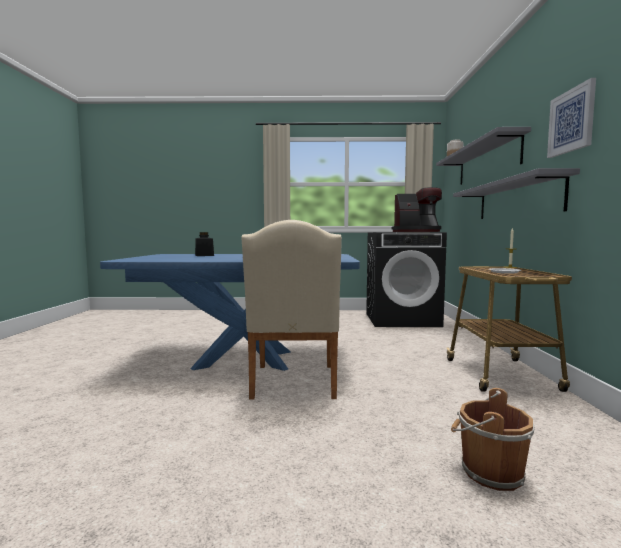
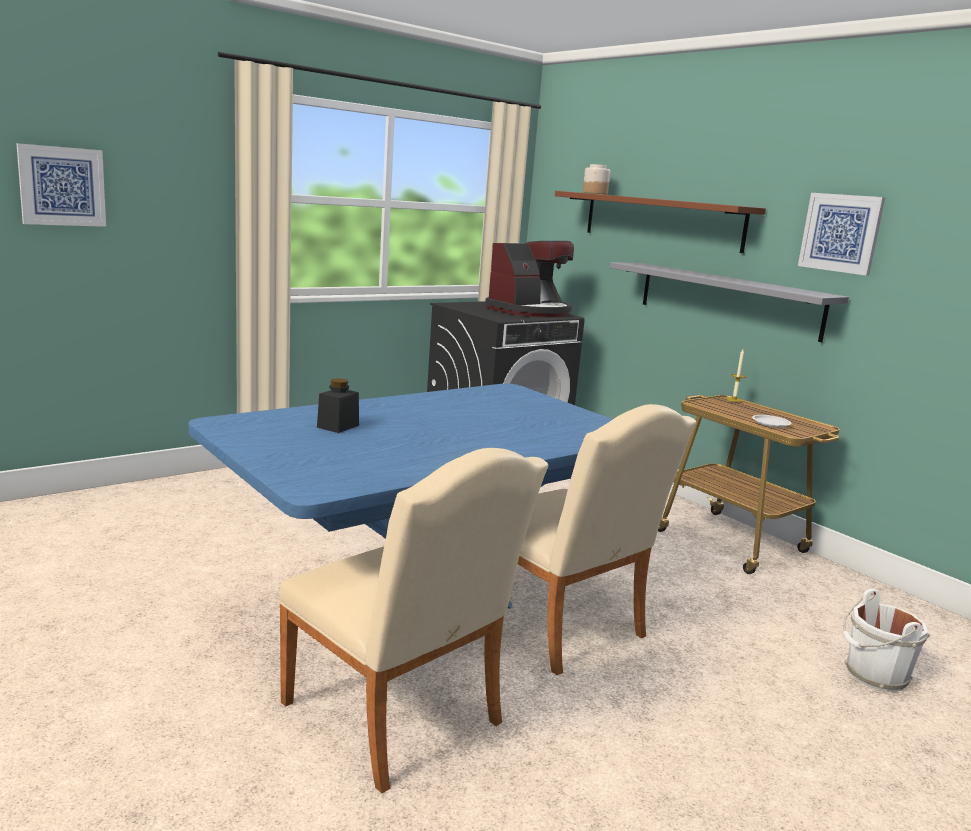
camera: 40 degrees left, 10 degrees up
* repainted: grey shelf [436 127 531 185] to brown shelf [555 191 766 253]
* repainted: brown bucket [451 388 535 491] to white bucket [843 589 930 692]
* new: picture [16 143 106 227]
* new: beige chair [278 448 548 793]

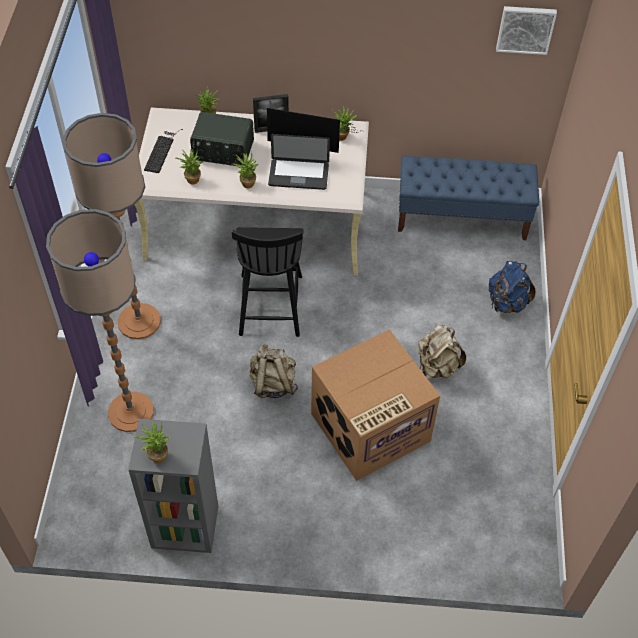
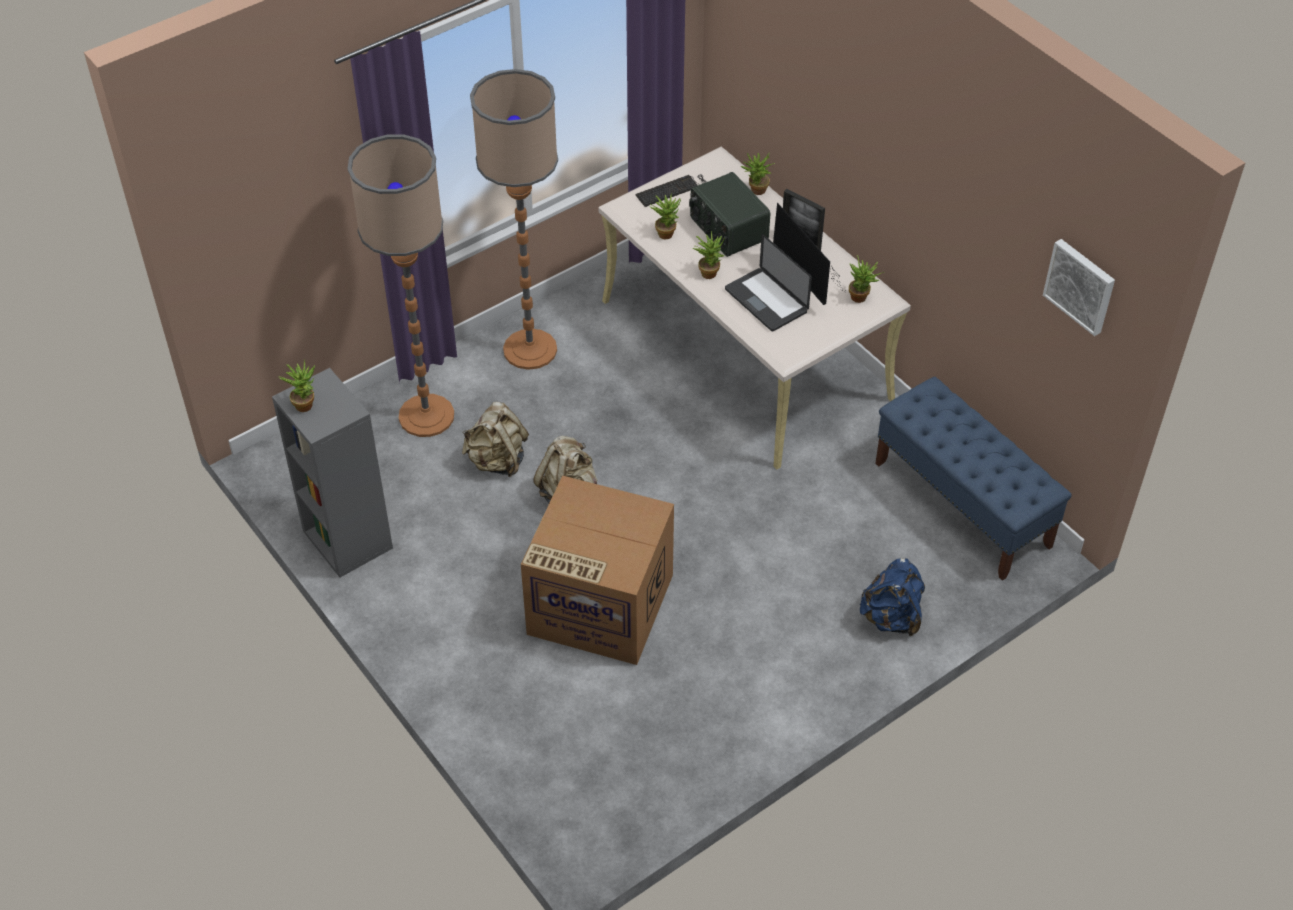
camera: 50 degrees right, 5 degrees down
* gone: black chair [232 227 304 337]
* shifted: beige backpack [418 324 466 378] to [462 402 529 477]

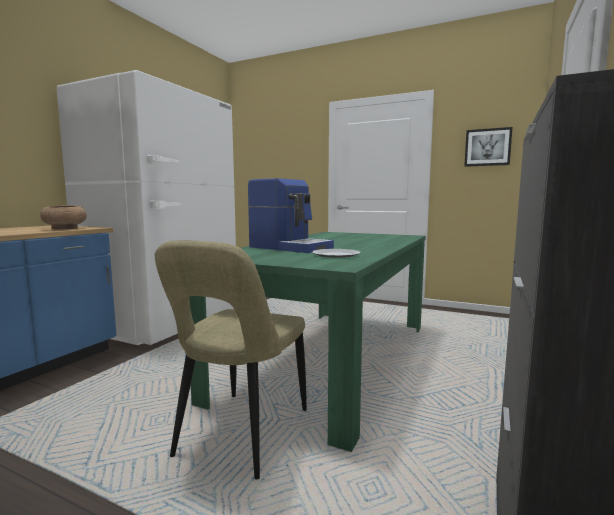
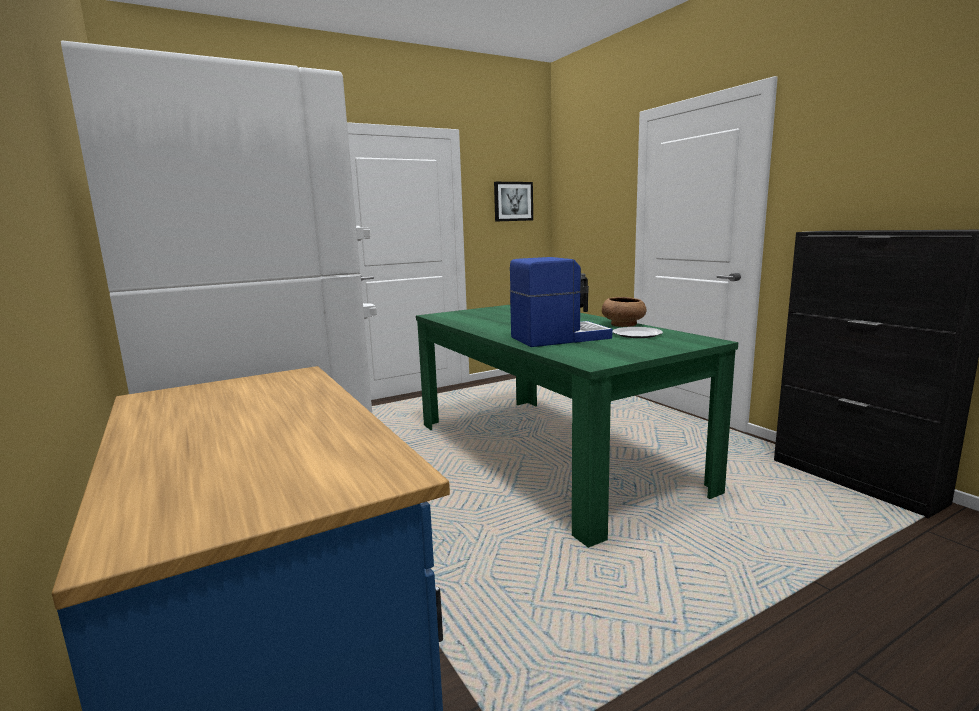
camera: 55 degrees left, 5 degrees up
* shifted: brown bowl [40 205 87 230] to [602 297 646 327]
* gone: beige chair [155 241 307 479]

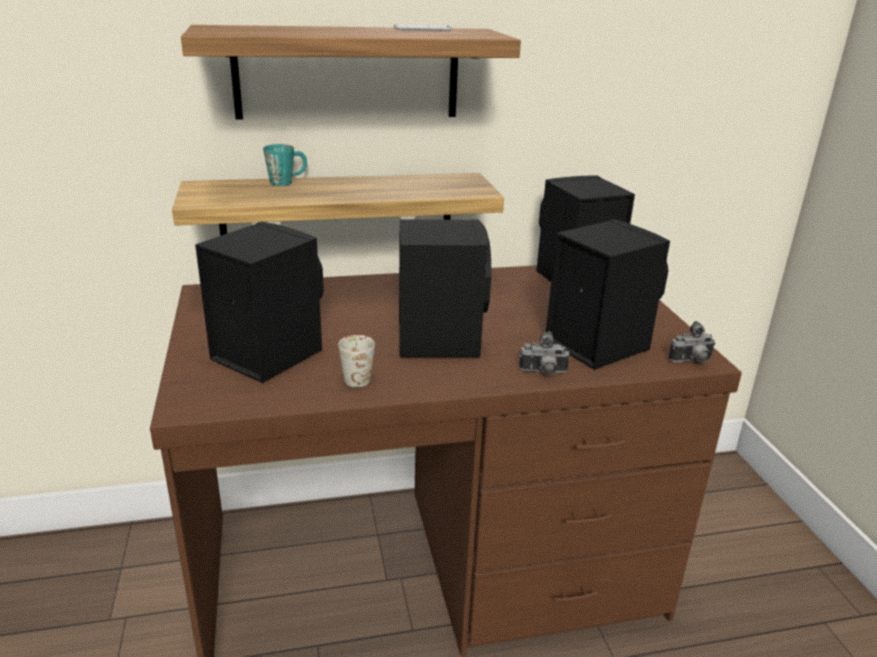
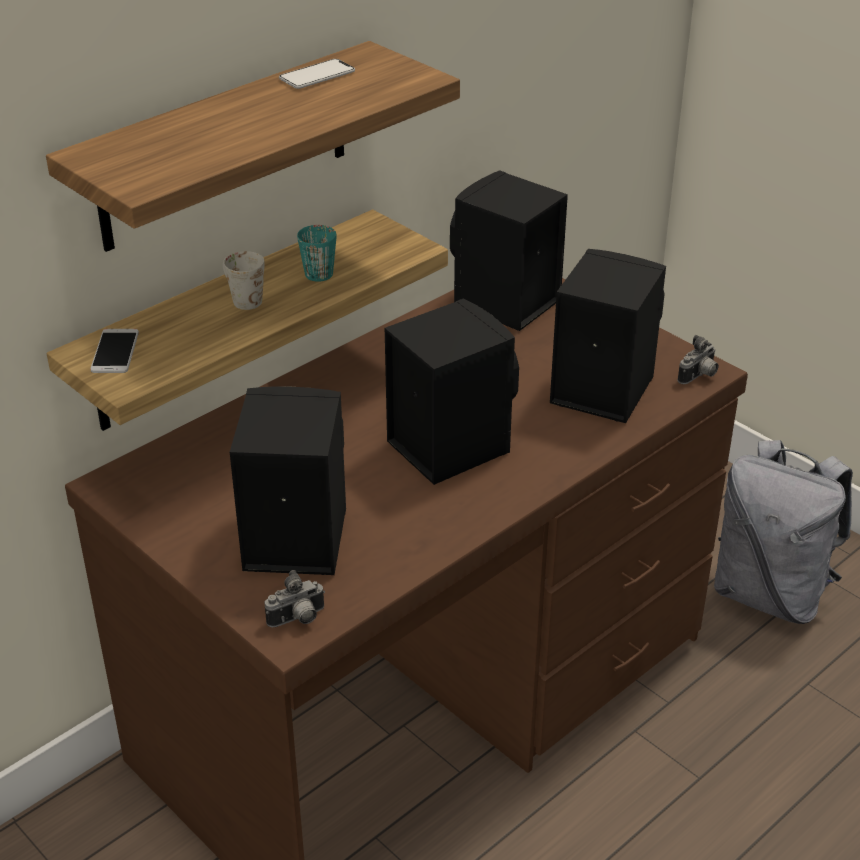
camera: 30 degrees left, 10 degrees up
* shifted: turquoise mug [263 144 307 186] to [297 225 337 282]
* shifted: photo camera [519 331 570 375] to [265 570 325 628]
* shifted: white mug [338 335 375 387] to [223 251 265 310]
* new: phone [90 329 139 373]
* new: grey backpack [714 440 853 624]

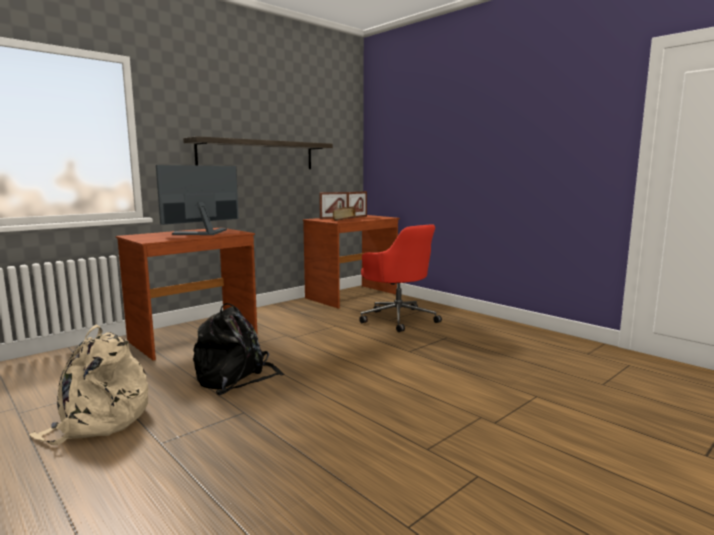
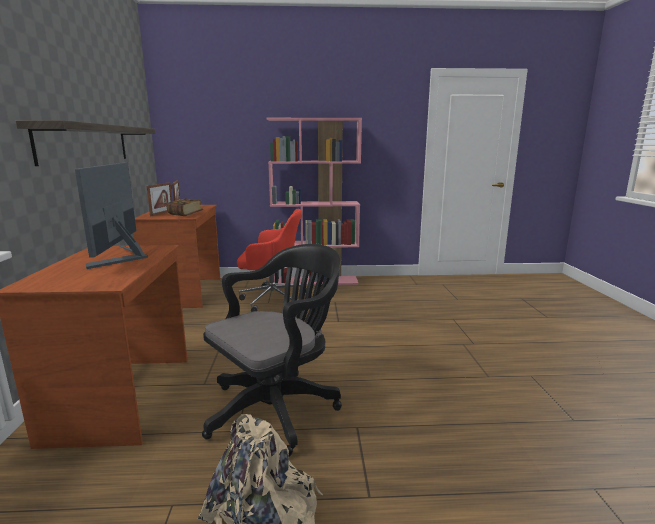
camera: 50 degrees left, 5 degrees up
* swapped: black backpack [193 303 285 395] to black office chair [202 244 342 457]
* new: pink bookcase [267 118 362 285]

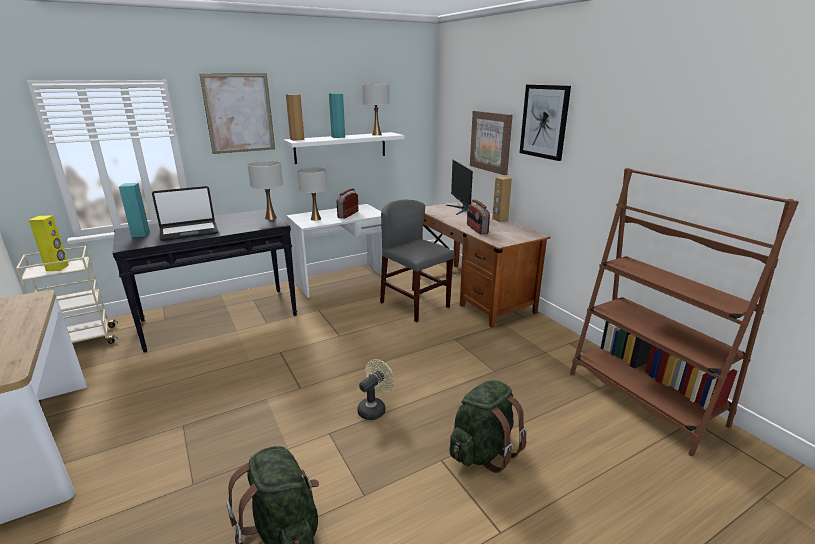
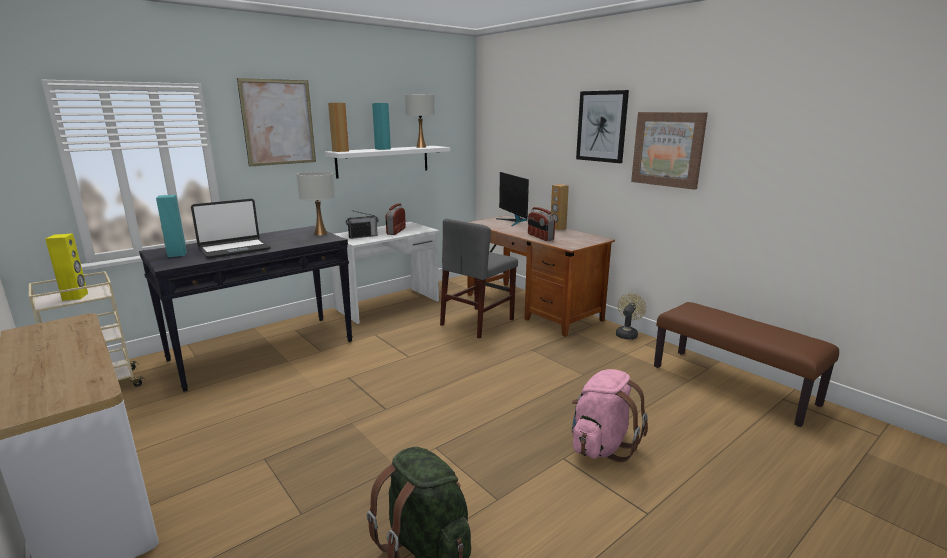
camera: 10 degrees left, 5 degrees down
* shifted: picture [470 111 513 175] to [631 112 708 190]
* swapped: white table lamp [297 167 328 221] to radio [346 210 379 239]
* swapped: brown bookcase [570 168 799 457] to brown bench [654 302 839 427]
* rotated: grey chair [380 200 455 322] = [440 219 518 339] 90 degrees counterclockwise
* shifted: beige fan [357 359 395 420] to [616 293 646 340]
* repainted: green backpack [450 380 527 473] to pink backpack [572 369 648 462]

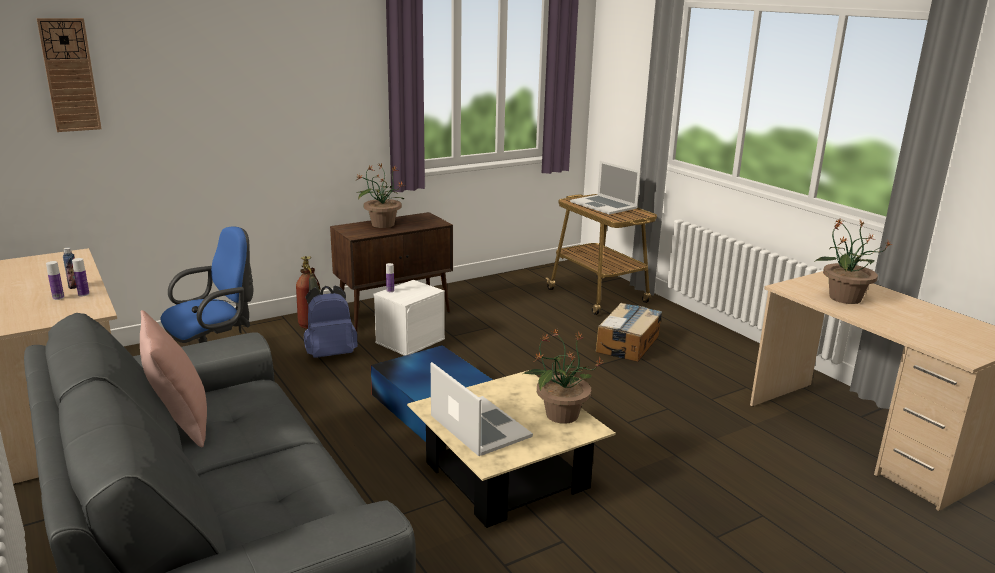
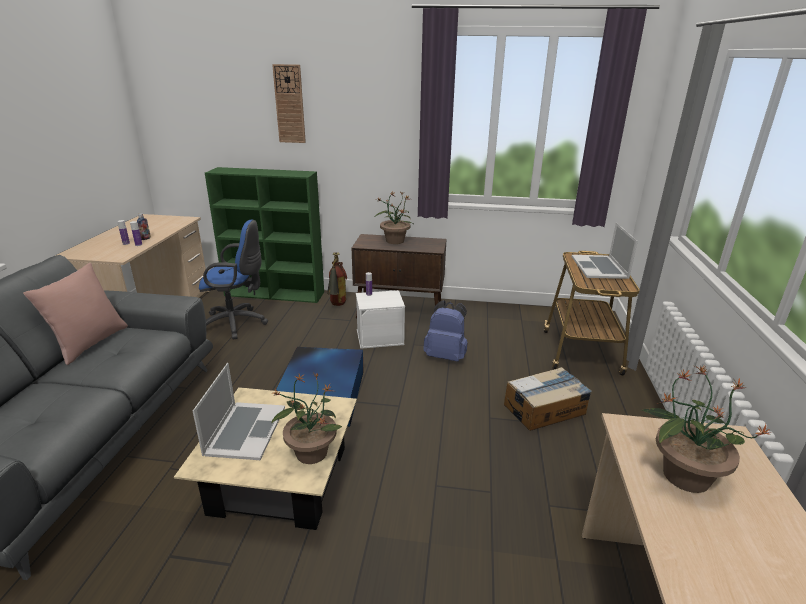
camera: 40 degrees right, 5 degrees up
* shifted: wall clock [36 18 102 132] to [272 64 306 143]
* shifted: blue backpack [304 285 358 358] to [423 301 468 362]
* new: green bookcase [205 167 324 303]

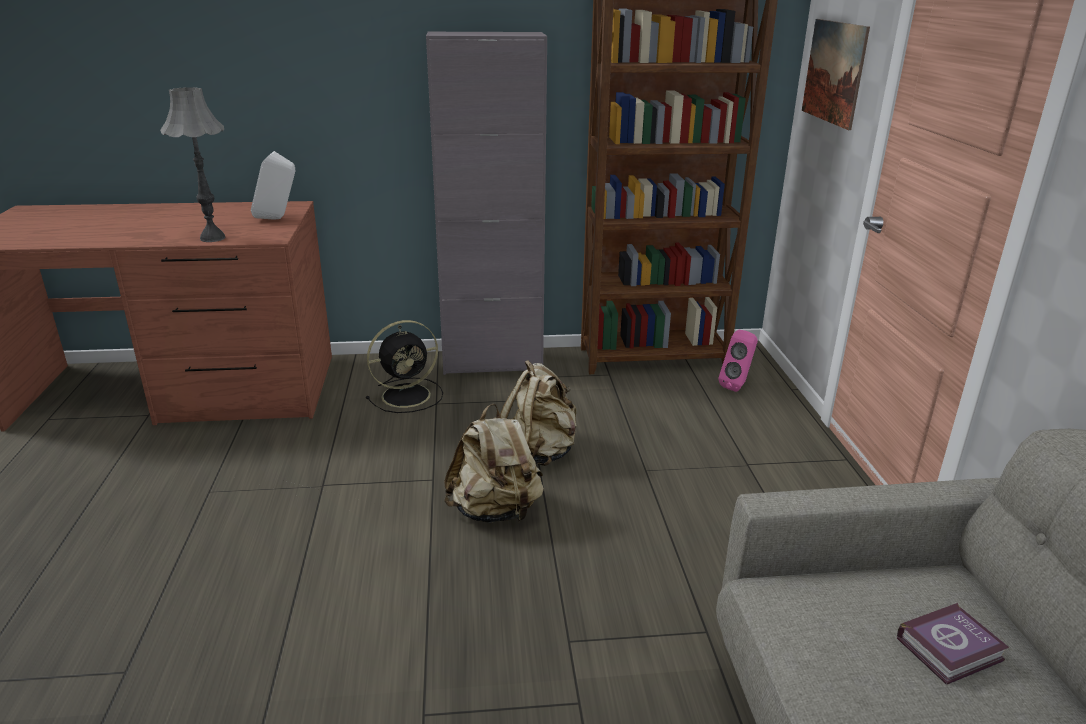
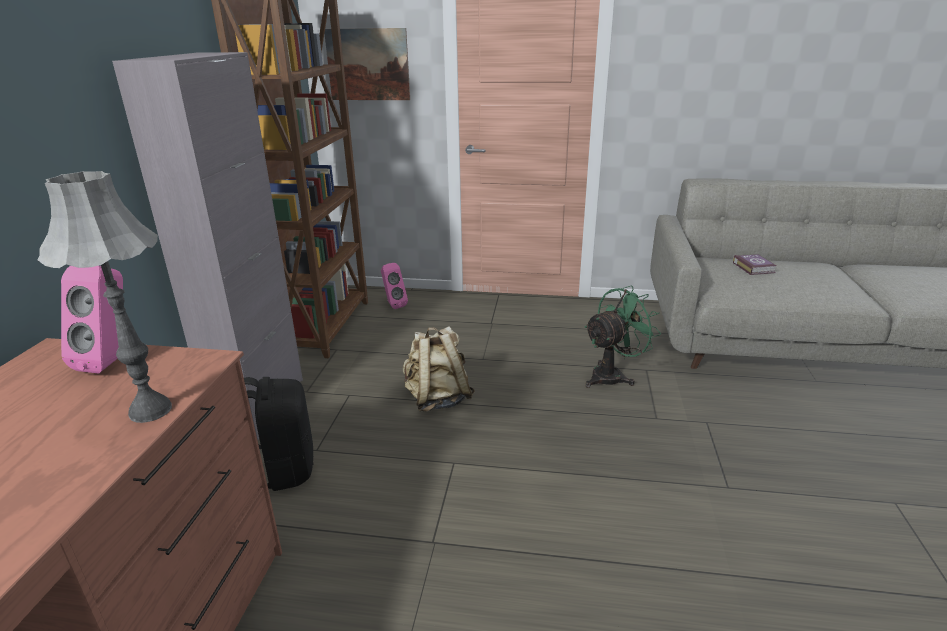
camera: 75 degrees left, 0 degrees up
* repainted: white speaker [251 151 295 220] to pink speaker [61 266 123 374]
* swapped: black fan [366 320 443 413] to black backpack [244 377 314 491]
* gone: beige backpack [444 404 544 523]
* new: green fan [584 285 661 388]

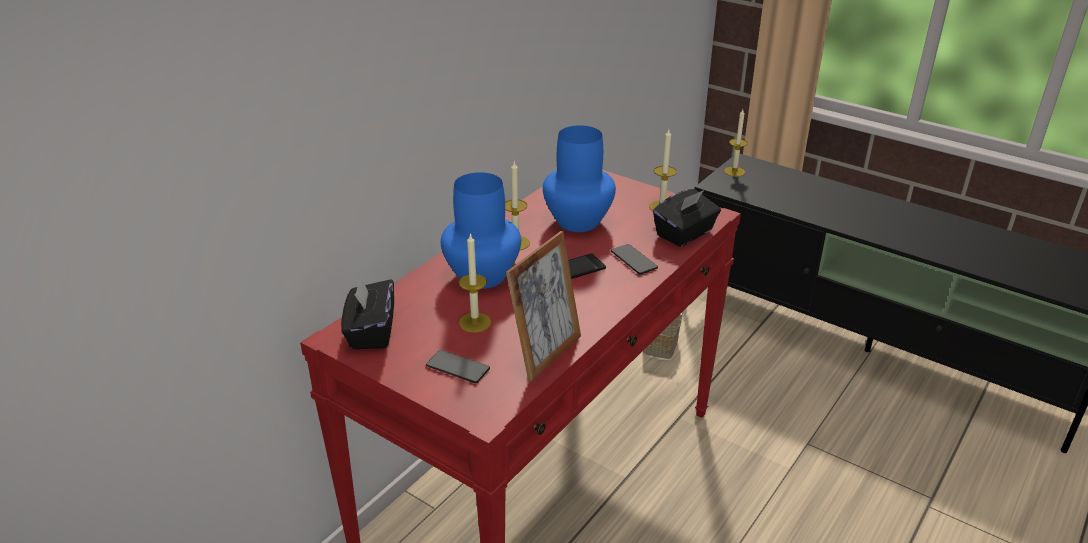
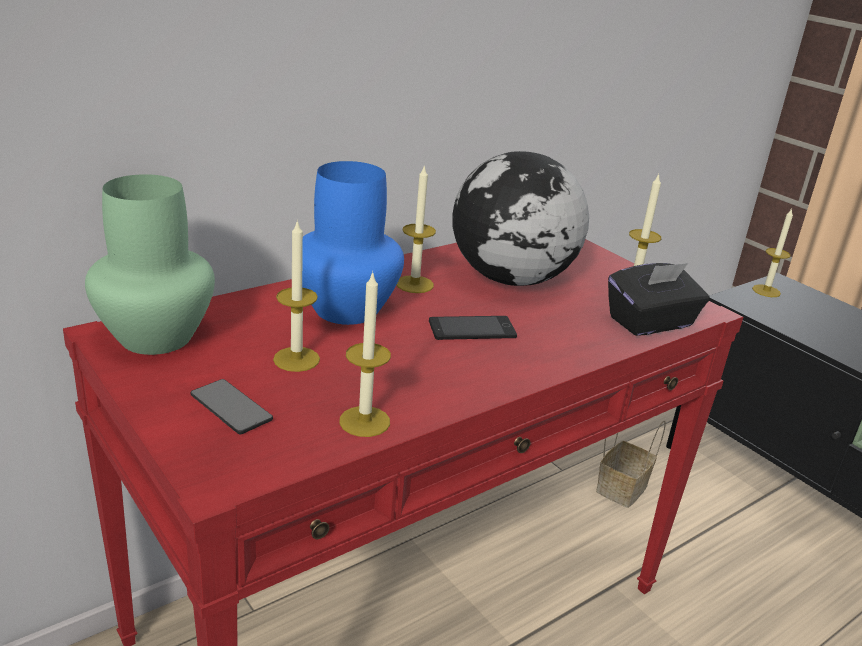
camera: 15 degrees right, 5 degrees down
* swapped: blue vase [543 125 616 232] to globe [452 151 589 286]
* swapped: picture frame [506 231 581 382] to candle [339 271 391 437]
* gone: phone [611 244 658 275]
* swapped: black tissue box [341 277 394 349] to green vase [85 174 215 355]

